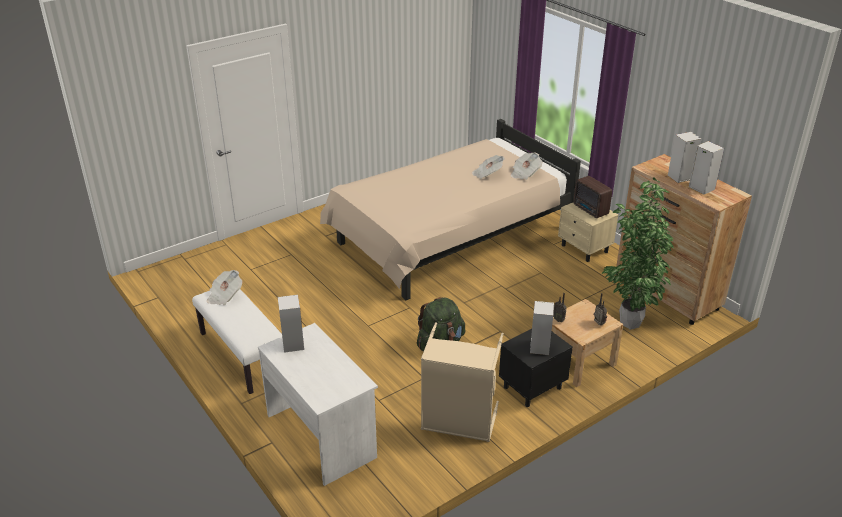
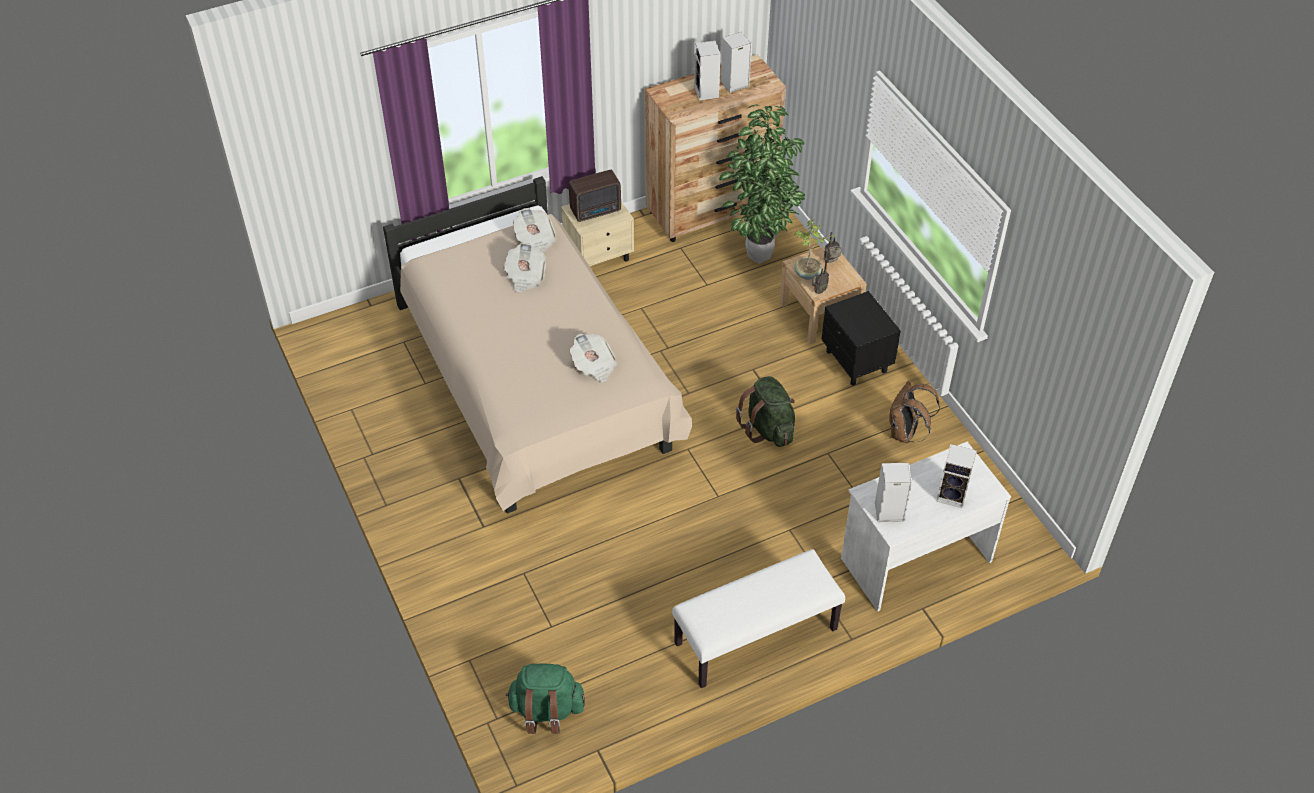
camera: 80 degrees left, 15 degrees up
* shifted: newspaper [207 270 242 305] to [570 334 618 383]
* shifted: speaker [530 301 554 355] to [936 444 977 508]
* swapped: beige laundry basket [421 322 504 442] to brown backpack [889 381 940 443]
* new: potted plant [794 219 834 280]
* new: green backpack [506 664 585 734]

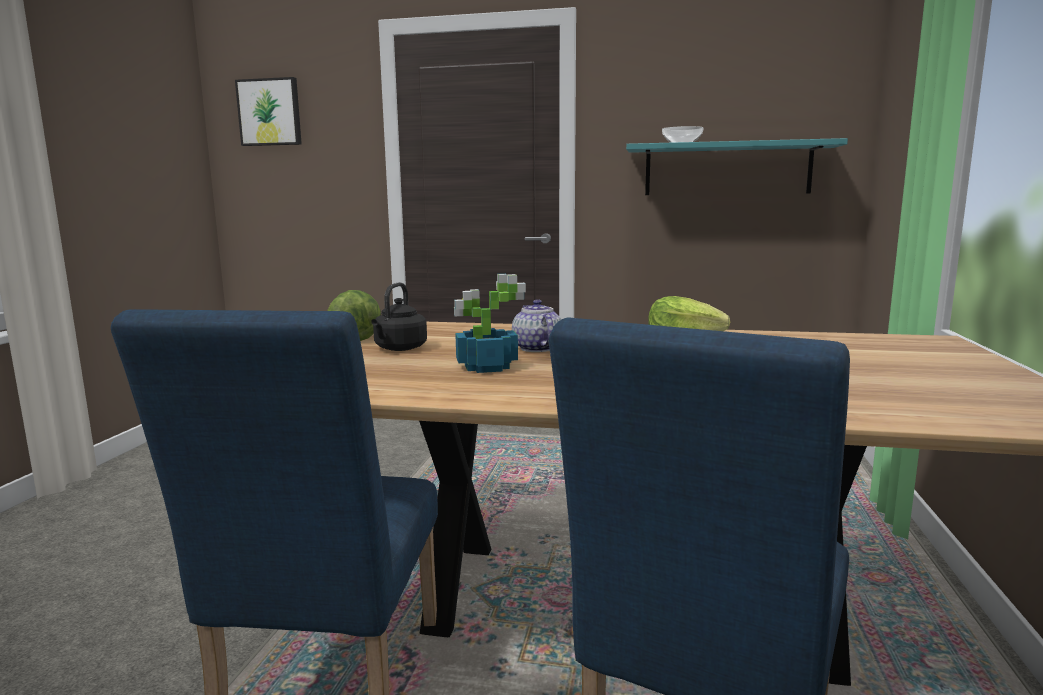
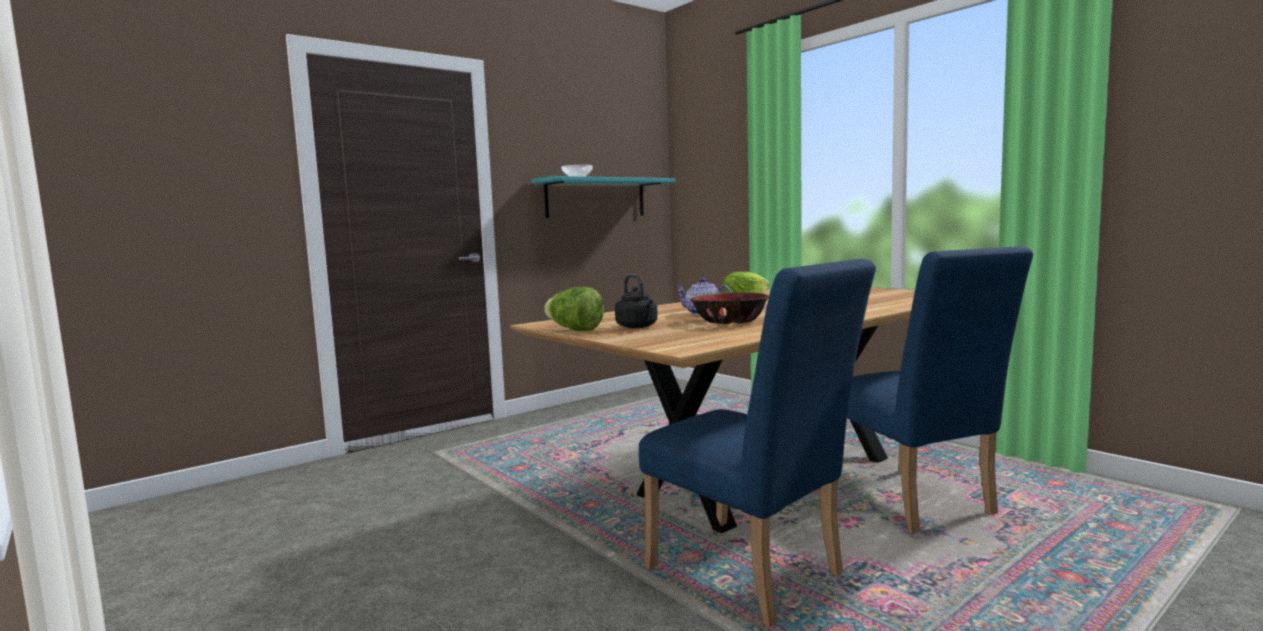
camera: 50 degrees left, 5 degrees down
* gone: picture [235 77 302 146]
* swapped: potted plant [454 274 526 373] to bowl [691 293 769 324]

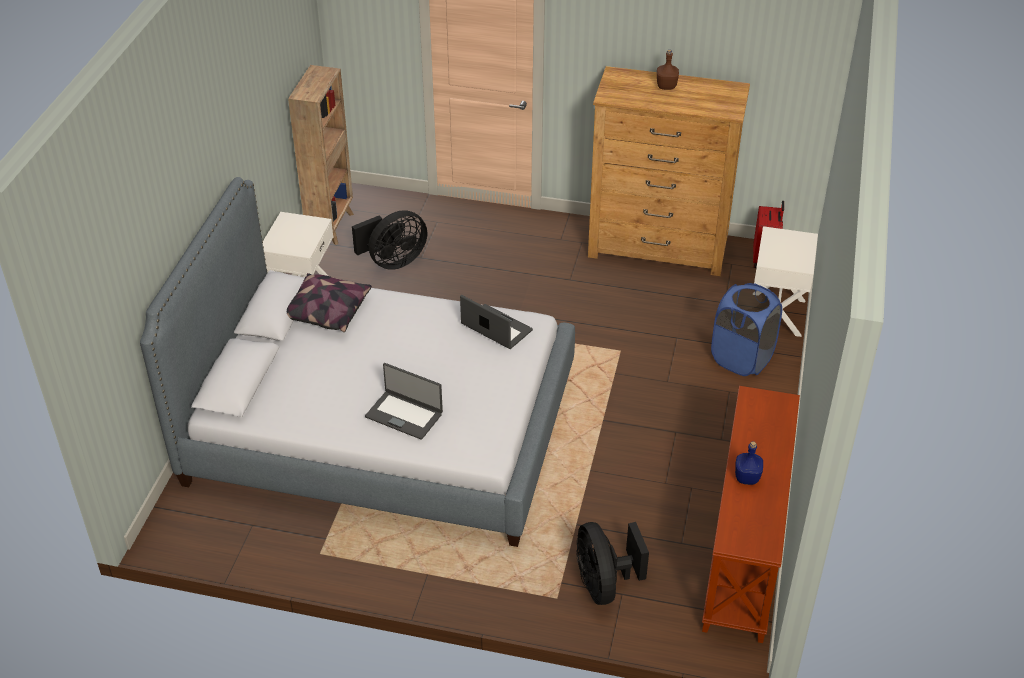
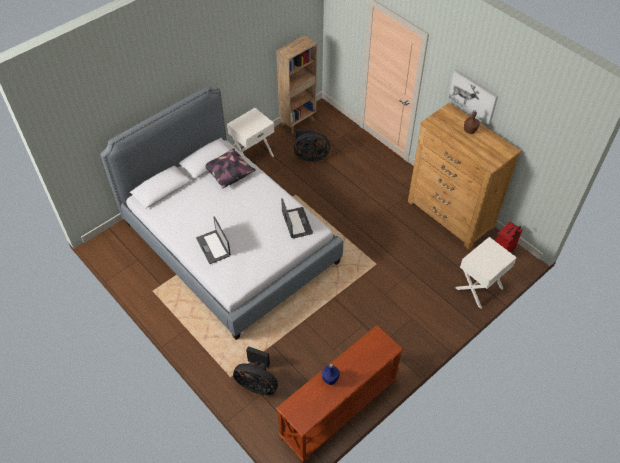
camera: 35 degrees right, 10 degrees up
* gone: blue laundry basket [711 283 782 376]
* rotated: black fan [576 522 649 605] = [233 346 278 395] 90 degrees counterclockwise
* new: picture [449 69 498 125]

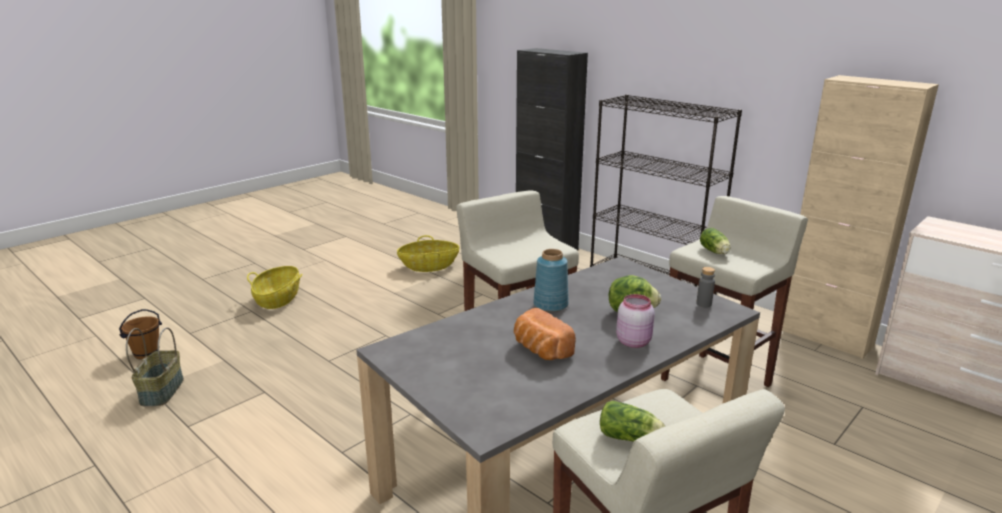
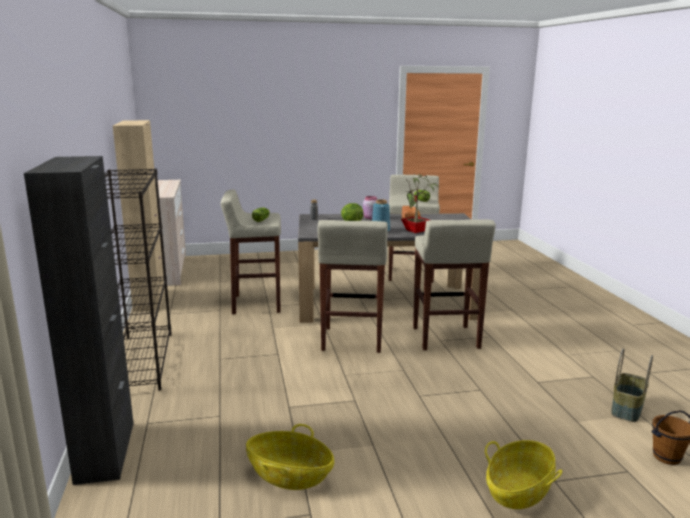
camera: 145 degrees left, 5 degrees down
* new: potted plant [401 173 440 233]
* new: beige stool [413 219 496 350]

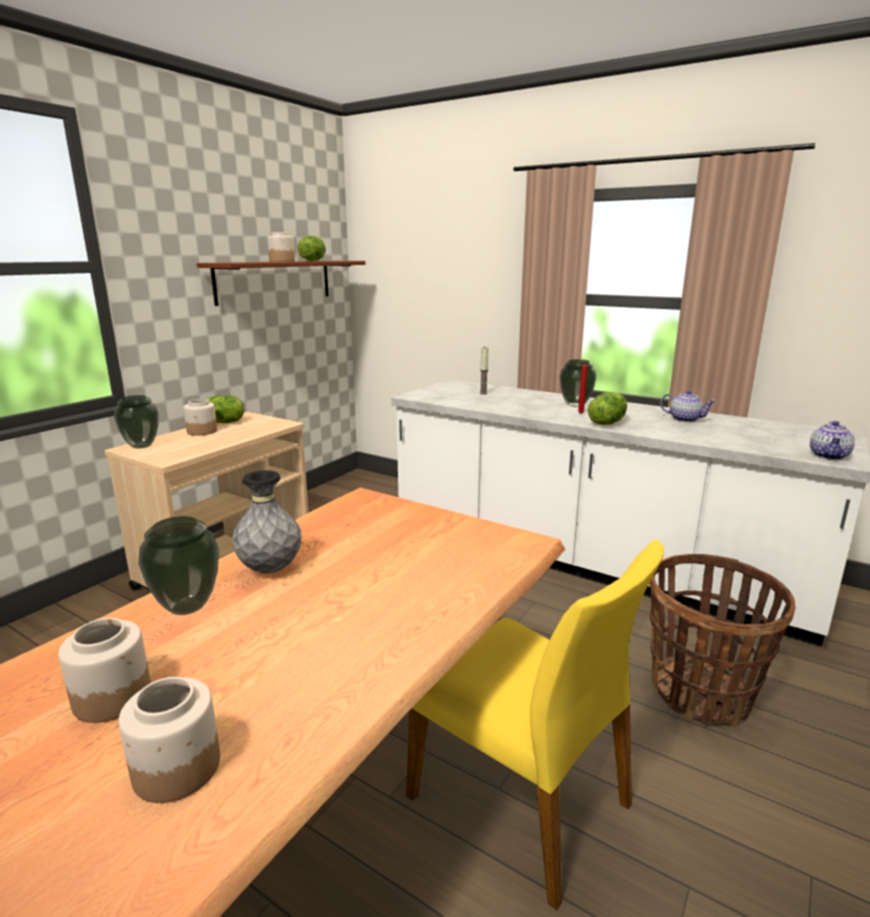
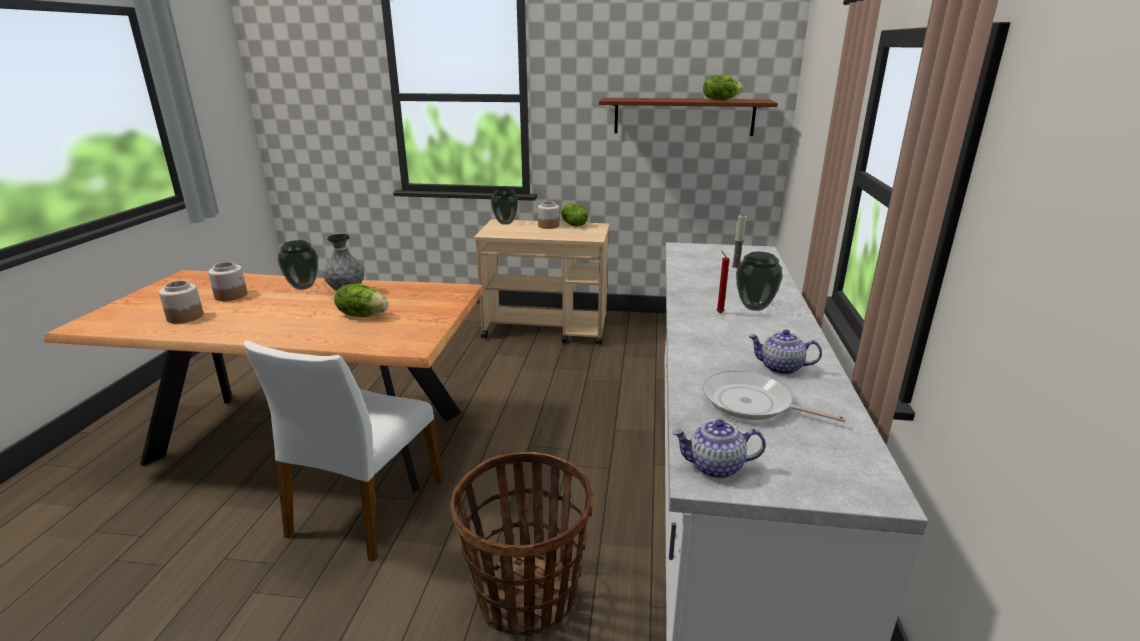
camera: 65 degrees right, 5 degrees up
* gone: jar [267 232 295 262]
* rotated: teapot [660 390 716 422] = [749 329 822 375] 105 degrees clockwise
* shifted: lettuce [588 392 627 425] to [334 283 389 317]
* repainted: yellow chair [406 540 664 910] to white chair [243 340 443 562]
* new: frying pan [703 371 846 422]

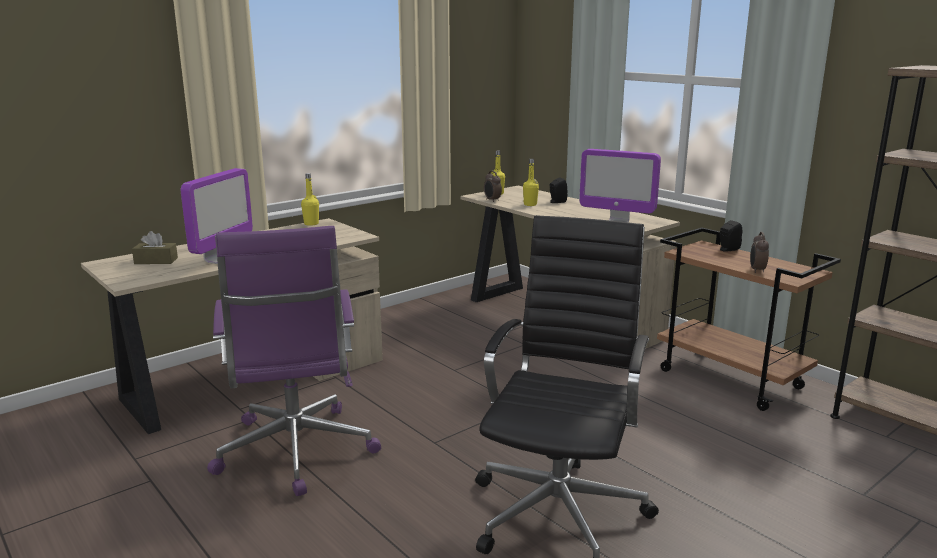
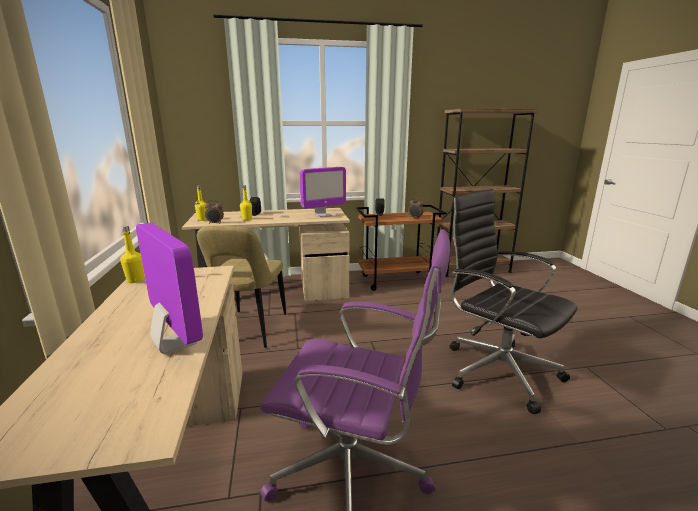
camera: 60 degrees left, 0 degrees up
* gone: brown tissue box [132 231 178 264]
* new: beige chair [197 226 286 348]

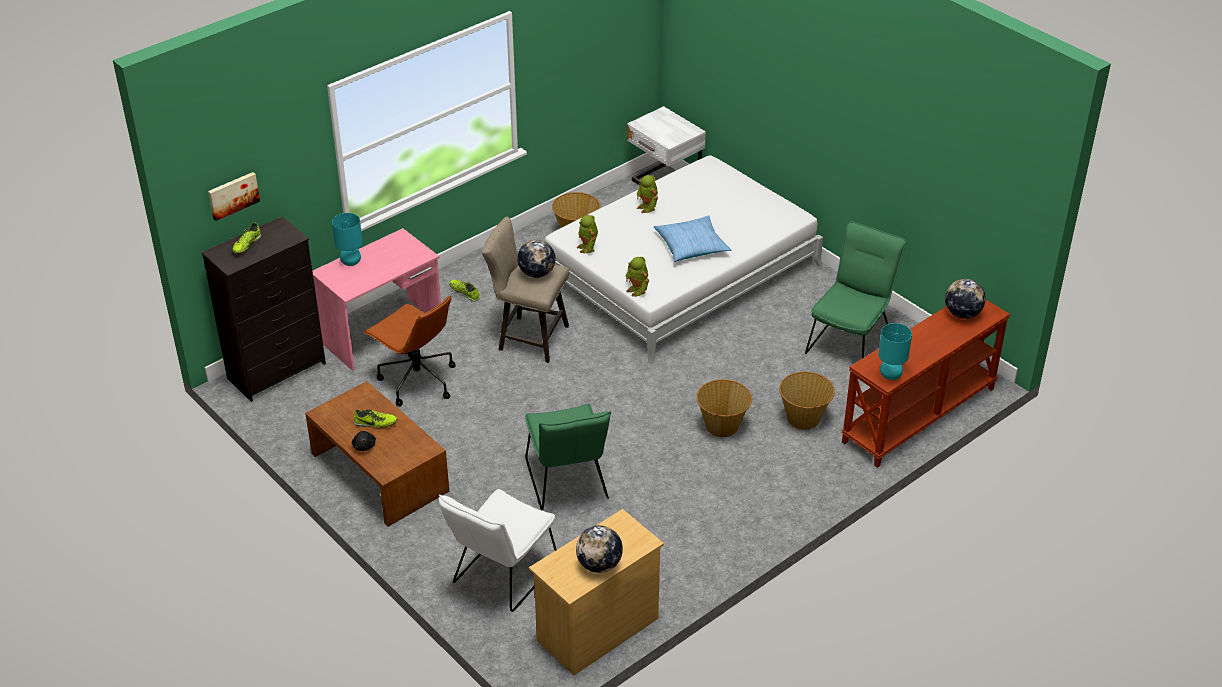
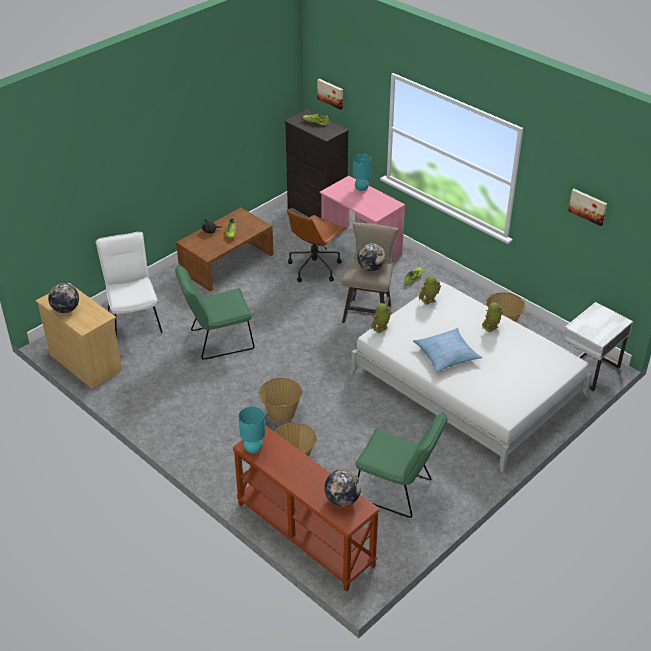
camera: 85 degrees right, 0 degrees up
* rotated: white chair [439 489 556 612] = [96 232 162 337] 45 degrees clockwise
* new: picture [568 189 607 226]

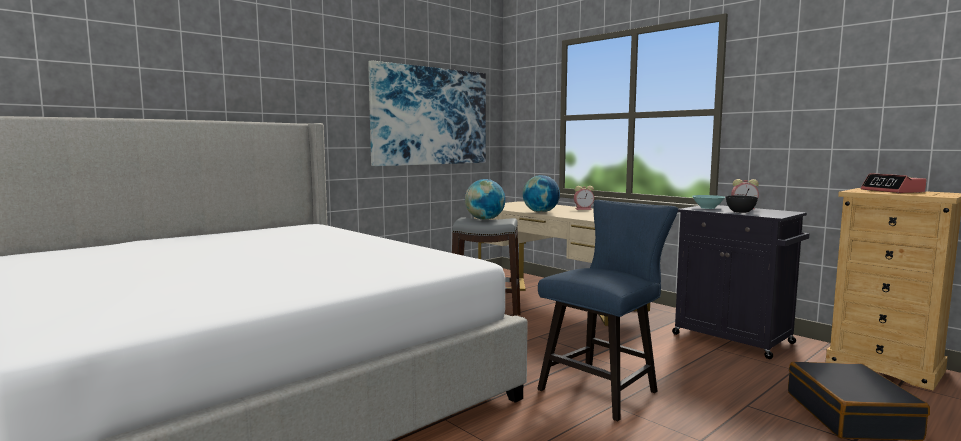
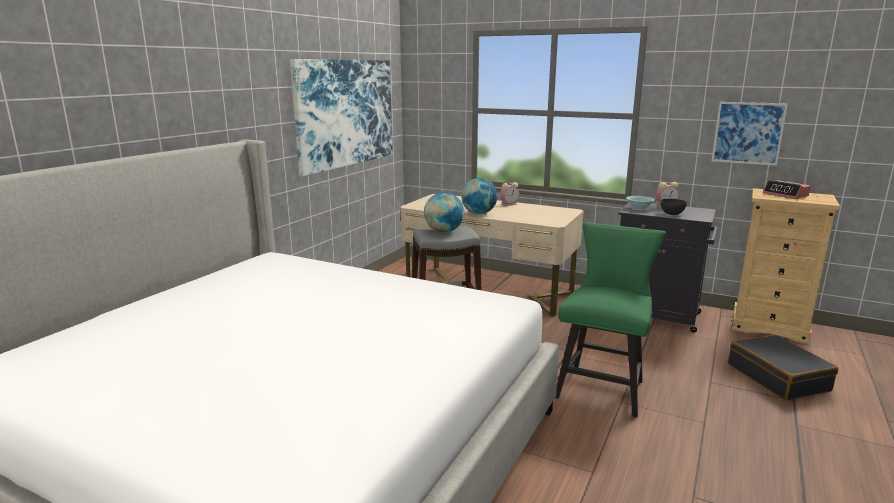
camera: 20 degrees left, 10 degrees up
* repainted: blue chair [537 200 678 421] to green chair [555 222 666 417]
* new: picture [711 102 788 166]

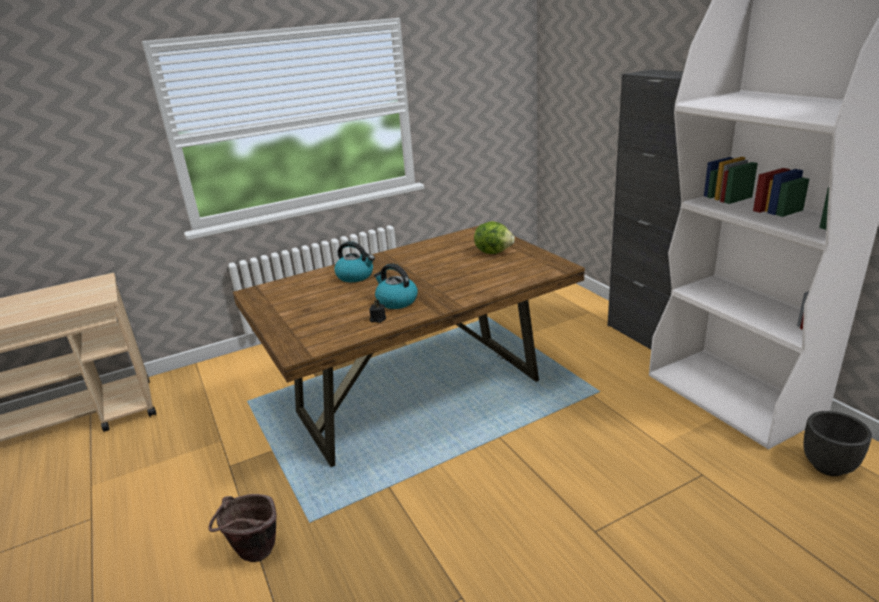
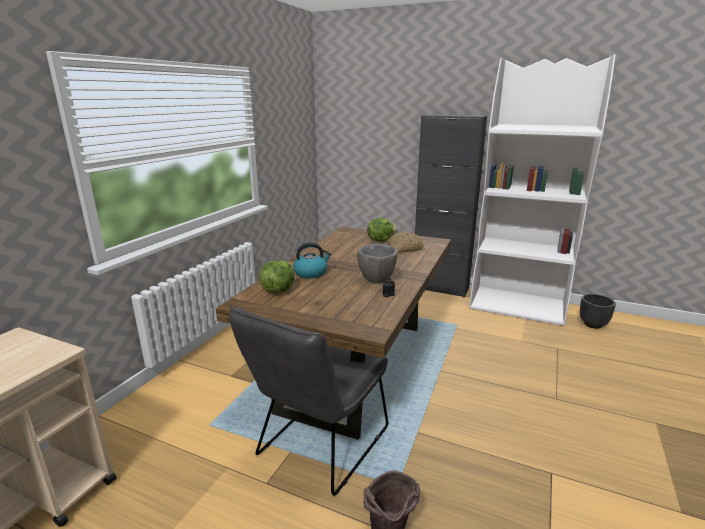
camera: 40 degrees left, 5 degrees down
* swapped: kettle [374 263 418 309] to grey bowl [357 244 398 283]
* new: bread [387 232 424 253]
* new: lettuce [259 260 294 293]
* new: grey chair [229 305 388 496]

